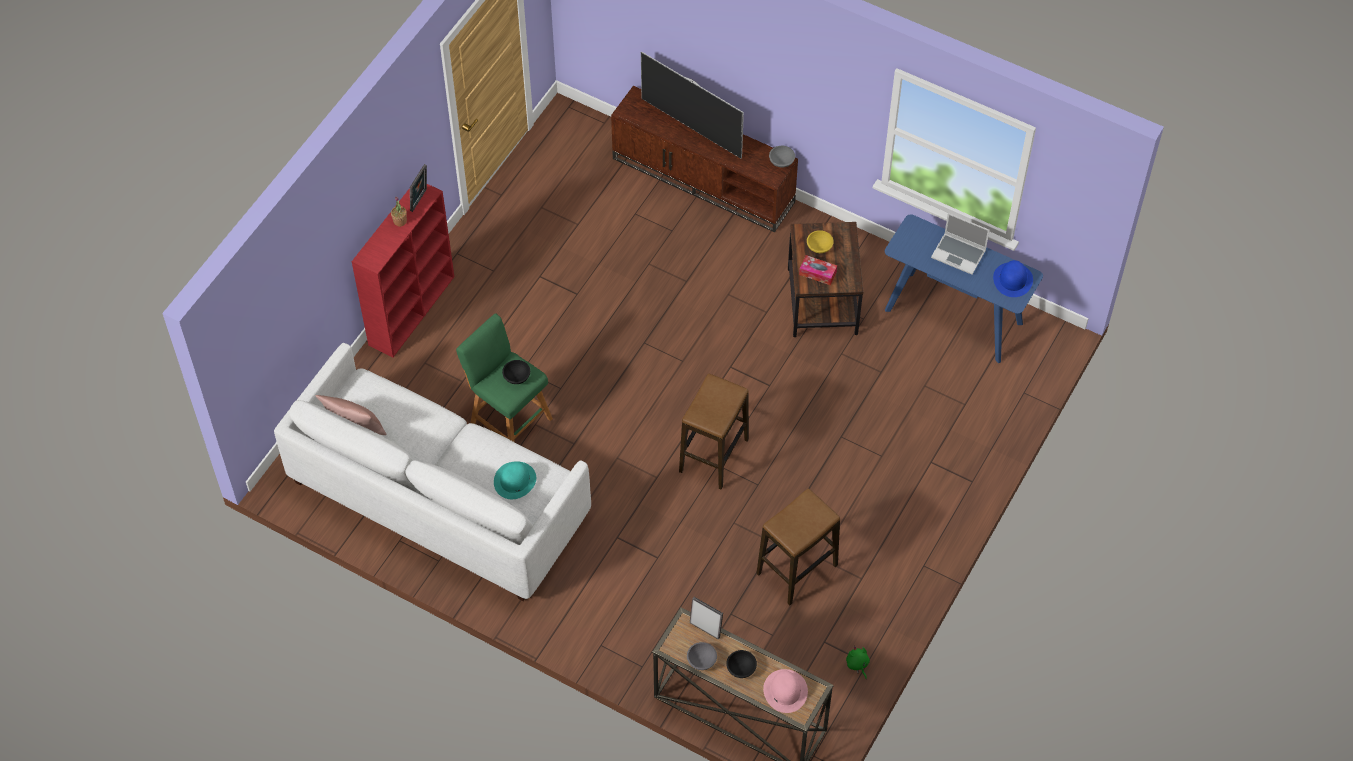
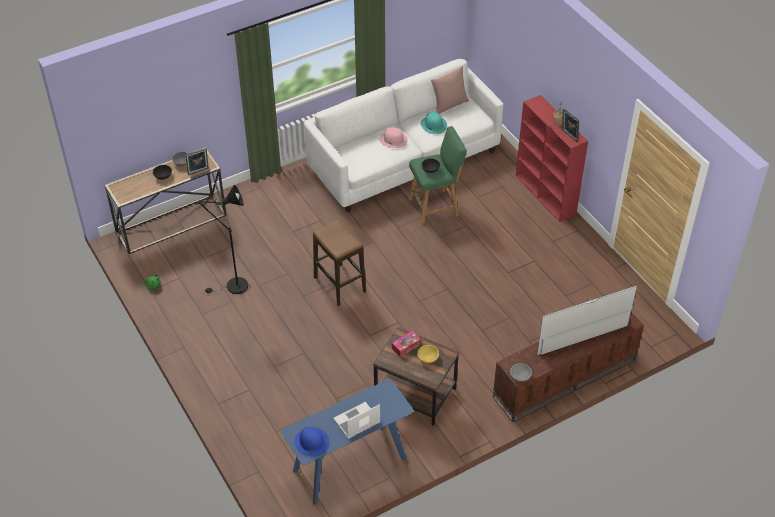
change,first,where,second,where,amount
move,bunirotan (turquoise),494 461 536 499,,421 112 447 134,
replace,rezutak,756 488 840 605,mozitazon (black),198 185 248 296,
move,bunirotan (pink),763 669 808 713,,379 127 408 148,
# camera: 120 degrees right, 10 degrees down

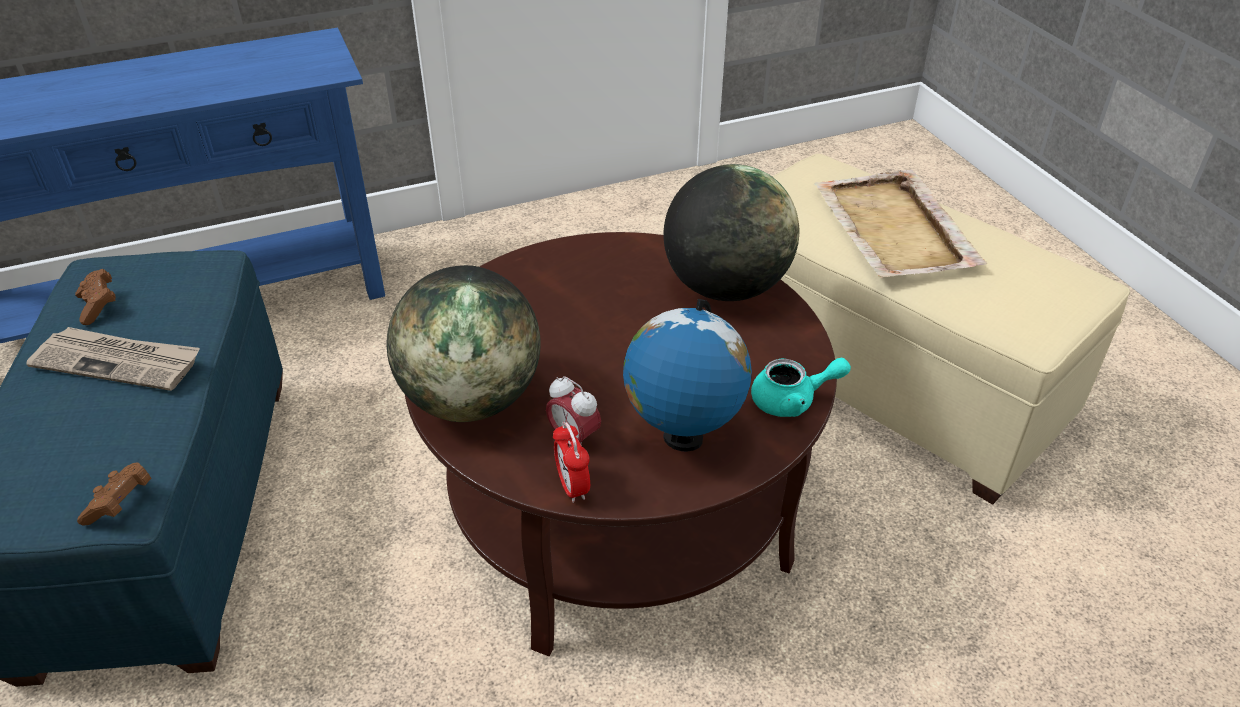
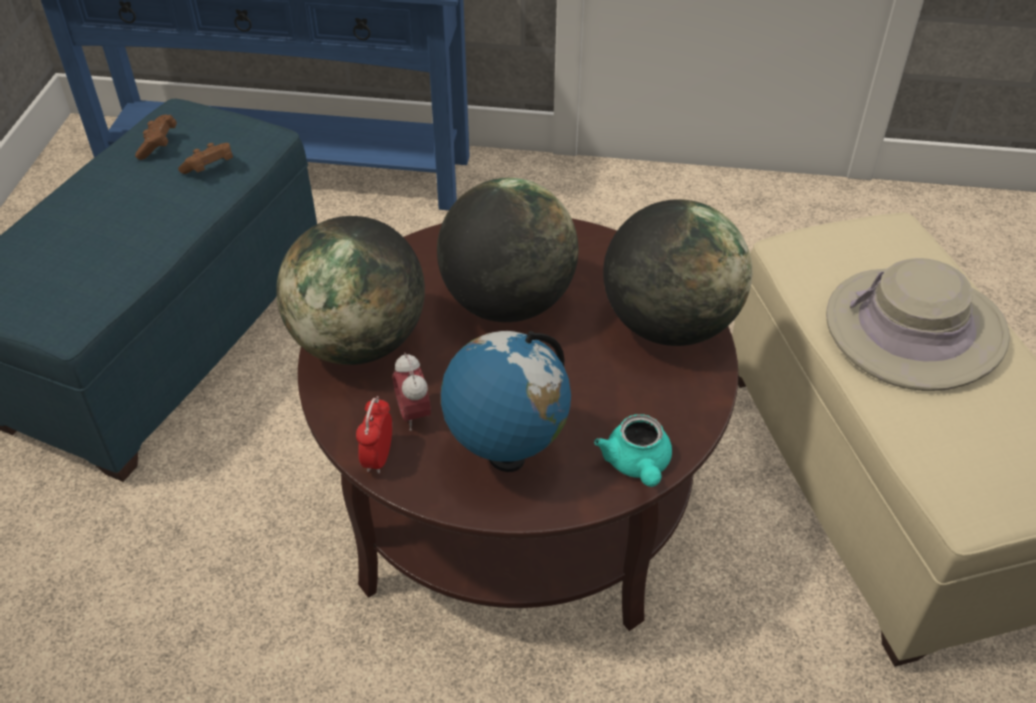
change,first,where,second,where,amount
delete,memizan,26 327 200 391,,,
move,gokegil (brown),77 462 151 526,,178 143 233 174,
rotate,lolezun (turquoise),751 358 851 417,,594 414 672 487,60 degrees clockwise
replace,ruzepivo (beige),814 169 987 278,bunirotan (beige),826 258 1010 391,
insert,,,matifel,437 178 578 322,
# camera: 30 degrees right, 5 degrees up

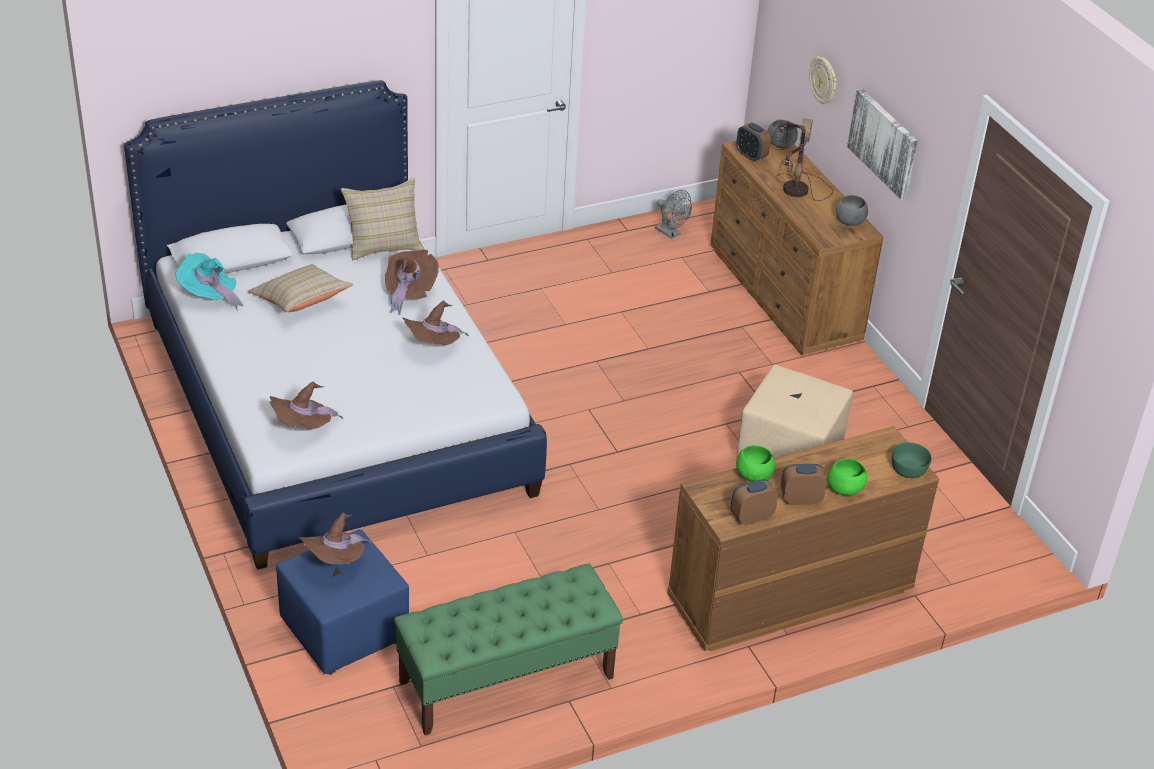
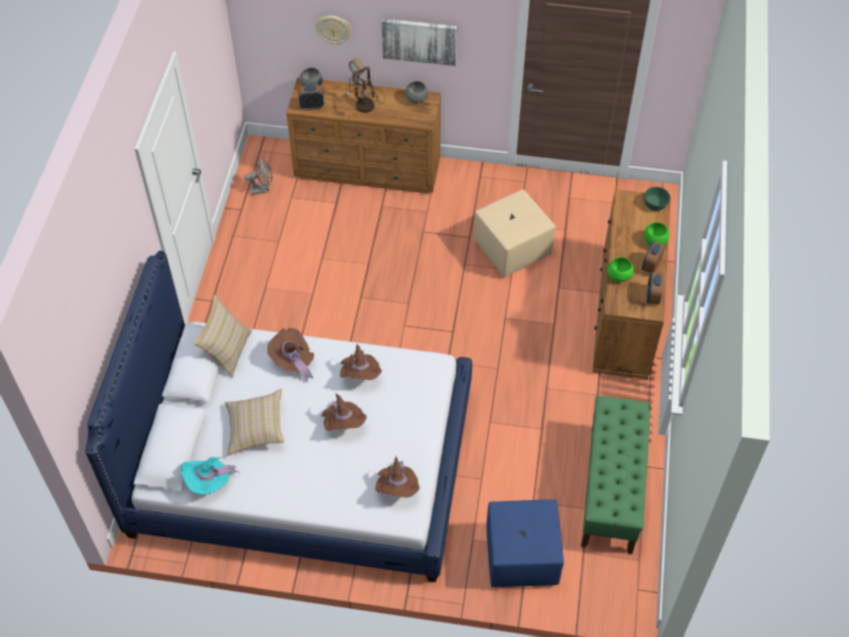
change,first,where,second,where,amount
move,bunirotan (brown),299 513 371 564,,321 394 367 431,
# camera: 55 degrees left, 15 degrees up

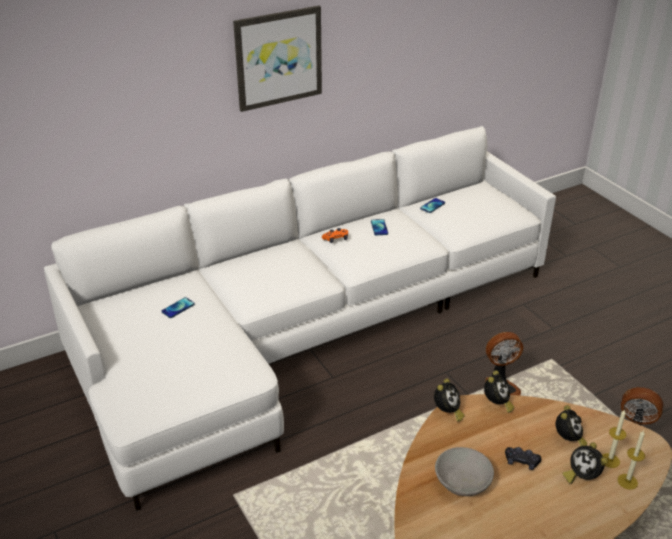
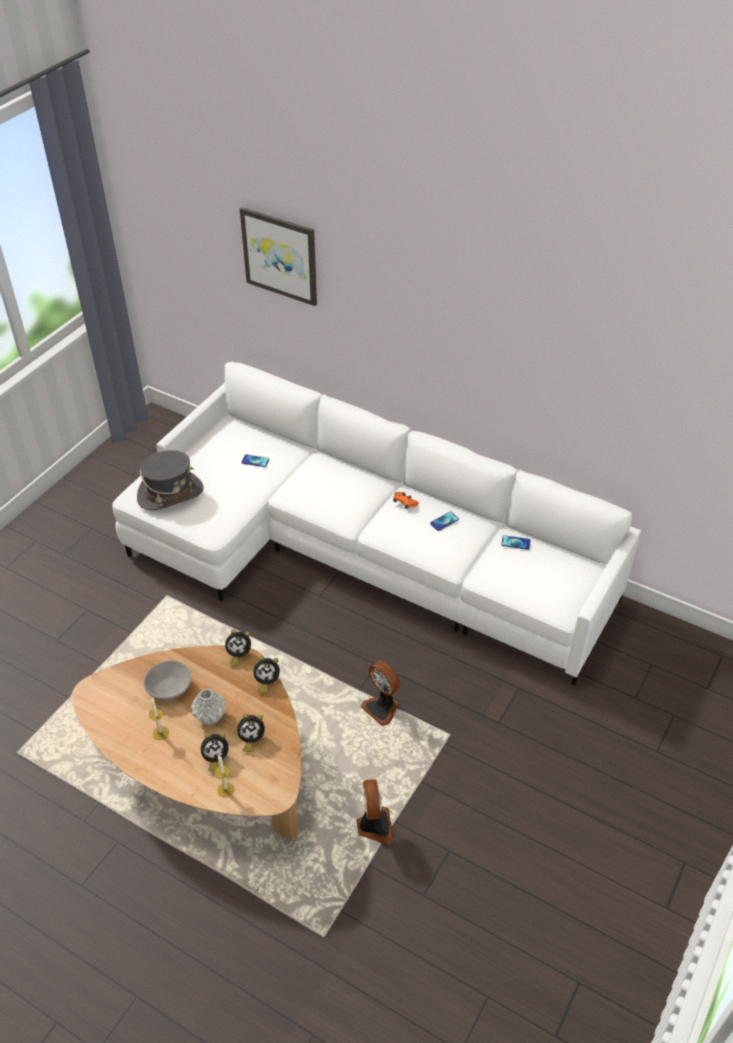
change,first,where,second,where,amount
move,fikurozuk,233 6 322 112,,240 207 317 306,
replace,gokegil (black),505 447 541 470,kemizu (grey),191 689 226 725,
rotate,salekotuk,562 442 608 484,,201 733 229 772,135 degrees counterclockwise
move,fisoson,602 409 626 468,,149 699 169 740,
insert,,,bunirotan (grey),137 450 204 510,
# camera: 60 degrees right, 10 degrees up

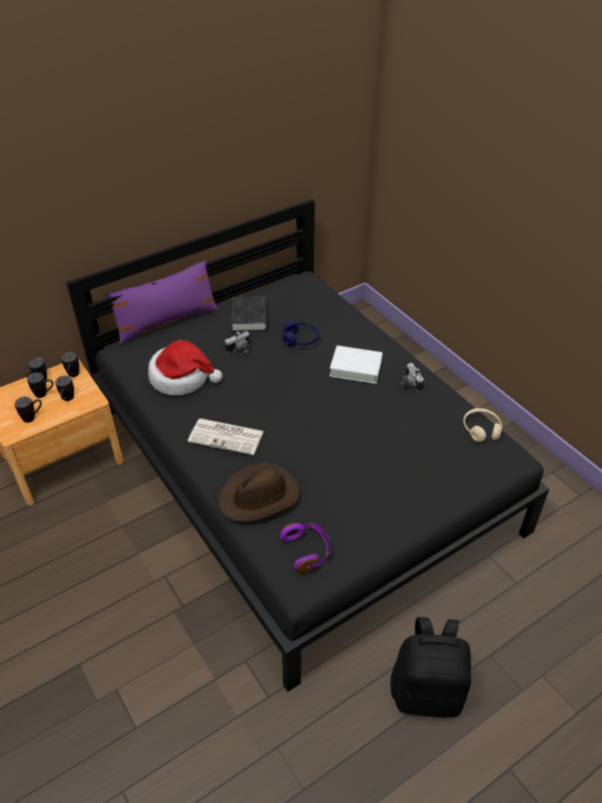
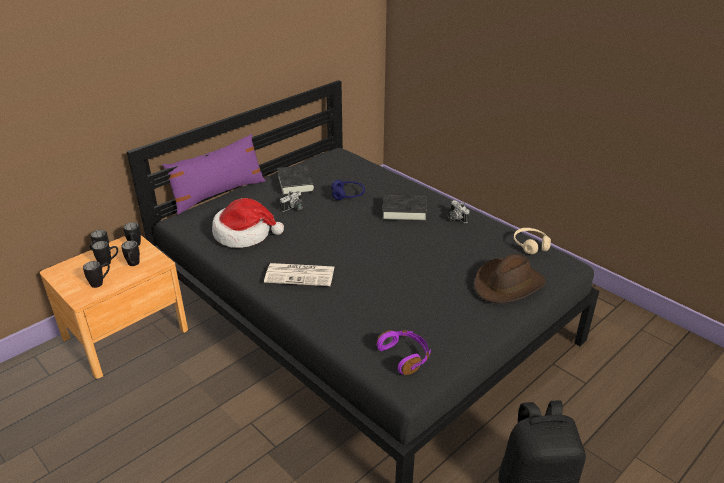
change,first,where,second,where,amount
move,bunirotan (brown),218 462 300 522,,474 254 546 303,
recolor,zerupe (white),329 346 383 384,zerupe (black),382 194 427 221,
# camera: 10 degrees left, 10 degrees down

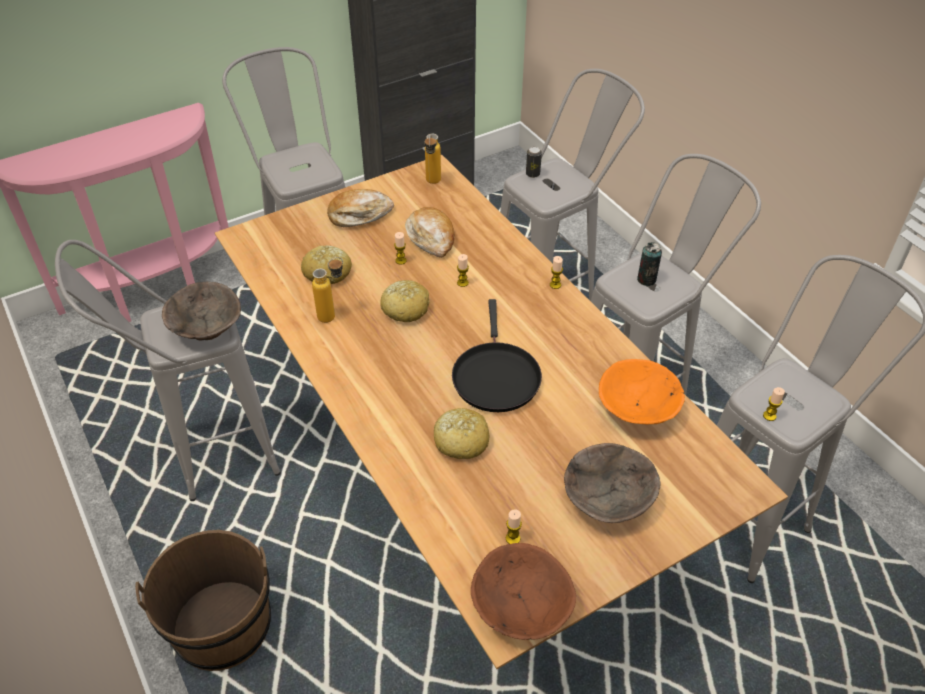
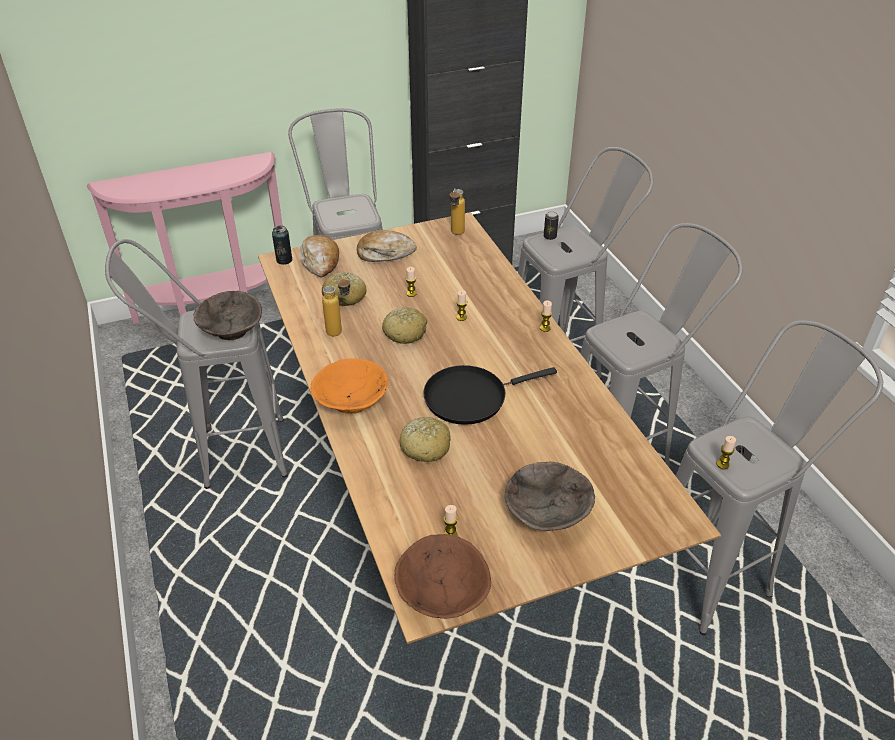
change,first,where,second,where,amount
delete,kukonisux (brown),135 530 271 671,,,
move,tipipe,405 207 455 258,,299 235 339 278,
rotate,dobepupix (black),452 299 542 412,,423 365 557 425,60 degrees clockwise
move,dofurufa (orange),599 359 685 424,,311 358 388 414,
move,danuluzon,637 242 662 286,,272 226 292 265,
# camera: 10 degrees right, 5 degrees down

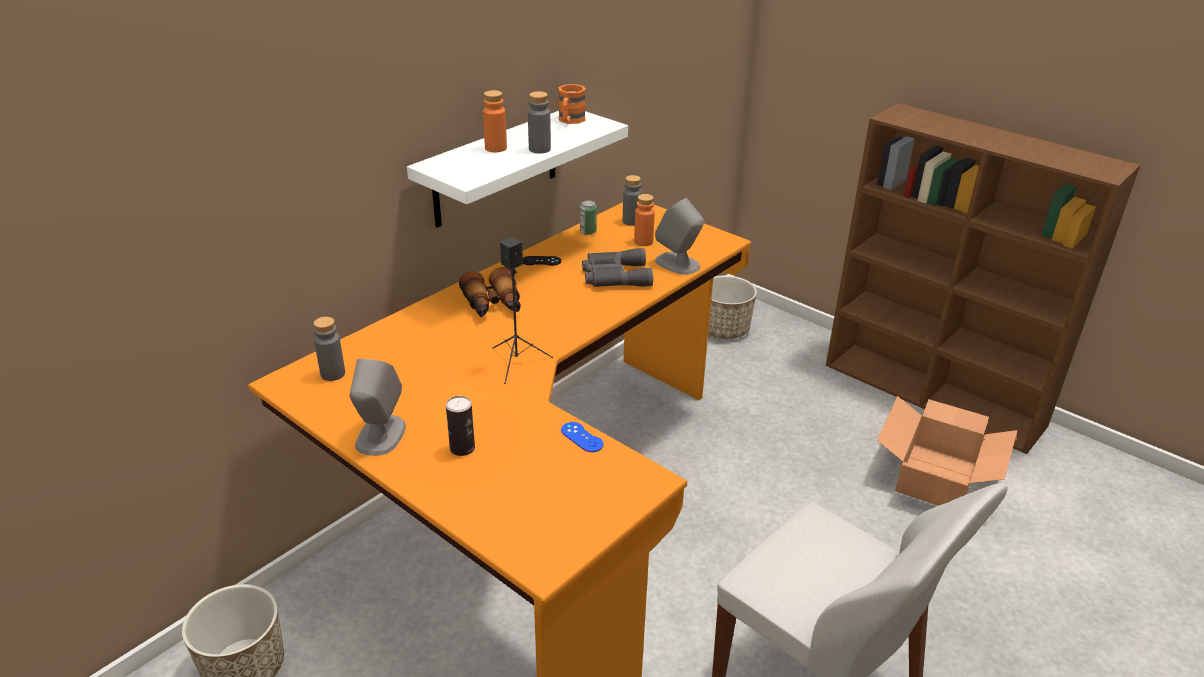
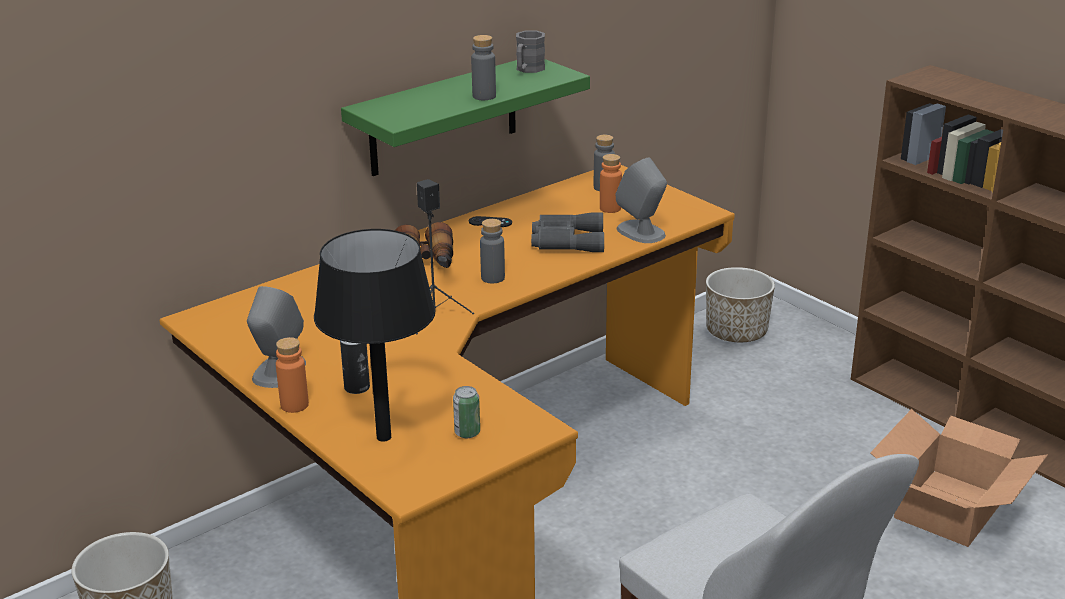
change,first,where,second,where,amount
move,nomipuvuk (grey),314 317 345 381,,480 219 505 283,
recolor,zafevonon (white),407 111 628 228,zafevonon (green),341 59 590 176,
move,nomipuvuk (orange),483 90 507 152,,276 337 309 413,
recolor,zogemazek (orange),558 84 586 124,zogemazek (grey),516 30 545 73,
delete,gokegil (blue),561 422 603 452,,,
move,danuluzon,580 200 597 235,,453 386 480 438,
insert,,,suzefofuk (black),314 229 436 442,
# camera: 10 degrees right, 5 degrees down

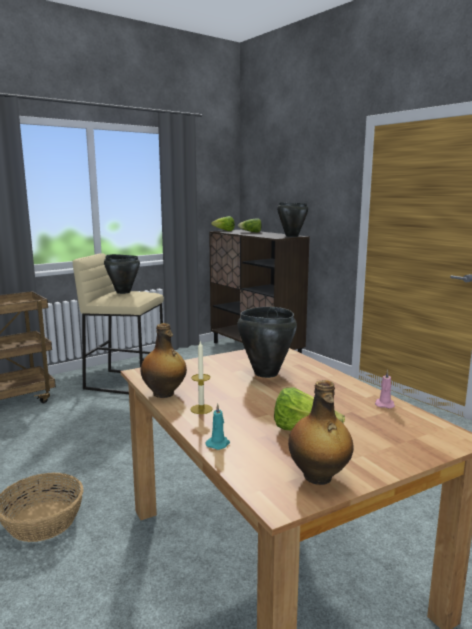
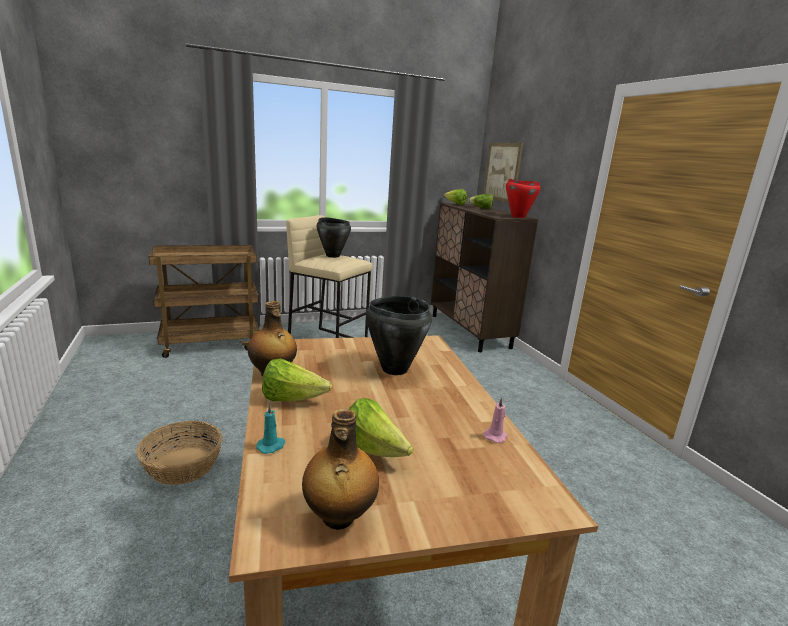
change,first,where,second,where,amount
replace,fisoson,190 341 213 414,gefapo,262 358 332 401,
recolor,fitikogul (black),277 202 308 237,fitikogul (red),506 179 540 218,
insert,,,fikurozuk,483 143 523 203,
# camera: 15 degrees right, 5 degrees up

